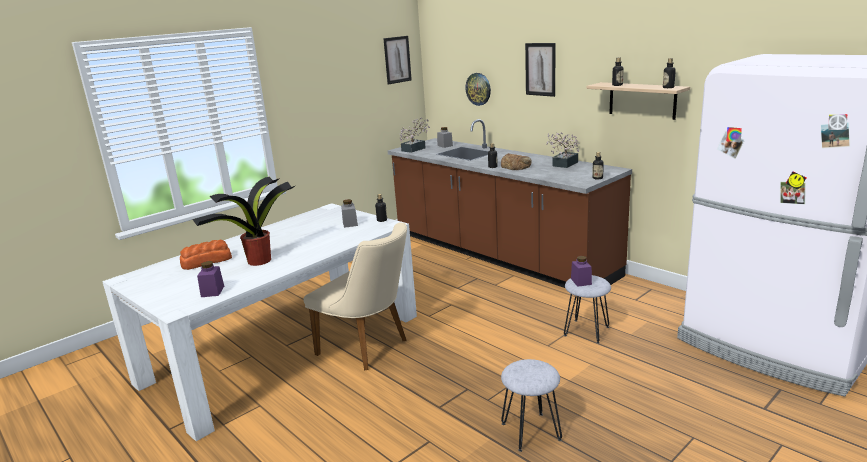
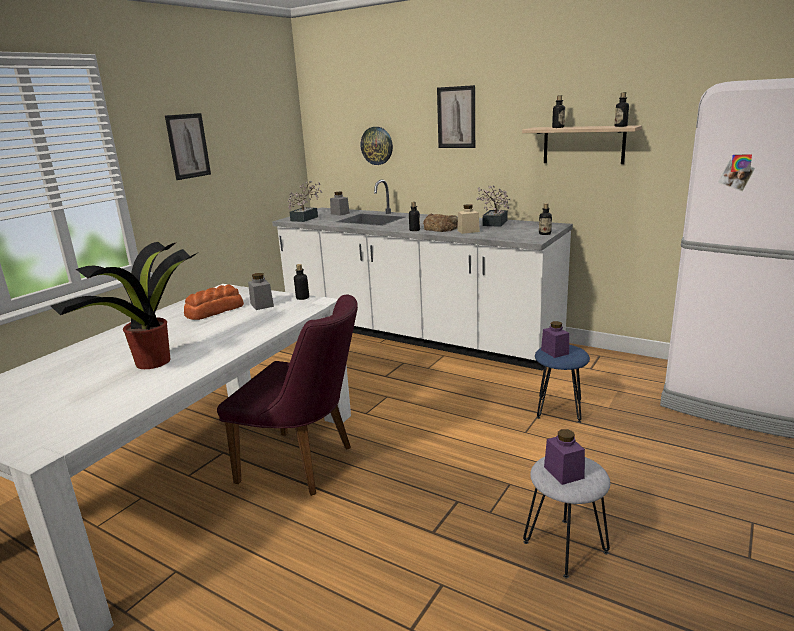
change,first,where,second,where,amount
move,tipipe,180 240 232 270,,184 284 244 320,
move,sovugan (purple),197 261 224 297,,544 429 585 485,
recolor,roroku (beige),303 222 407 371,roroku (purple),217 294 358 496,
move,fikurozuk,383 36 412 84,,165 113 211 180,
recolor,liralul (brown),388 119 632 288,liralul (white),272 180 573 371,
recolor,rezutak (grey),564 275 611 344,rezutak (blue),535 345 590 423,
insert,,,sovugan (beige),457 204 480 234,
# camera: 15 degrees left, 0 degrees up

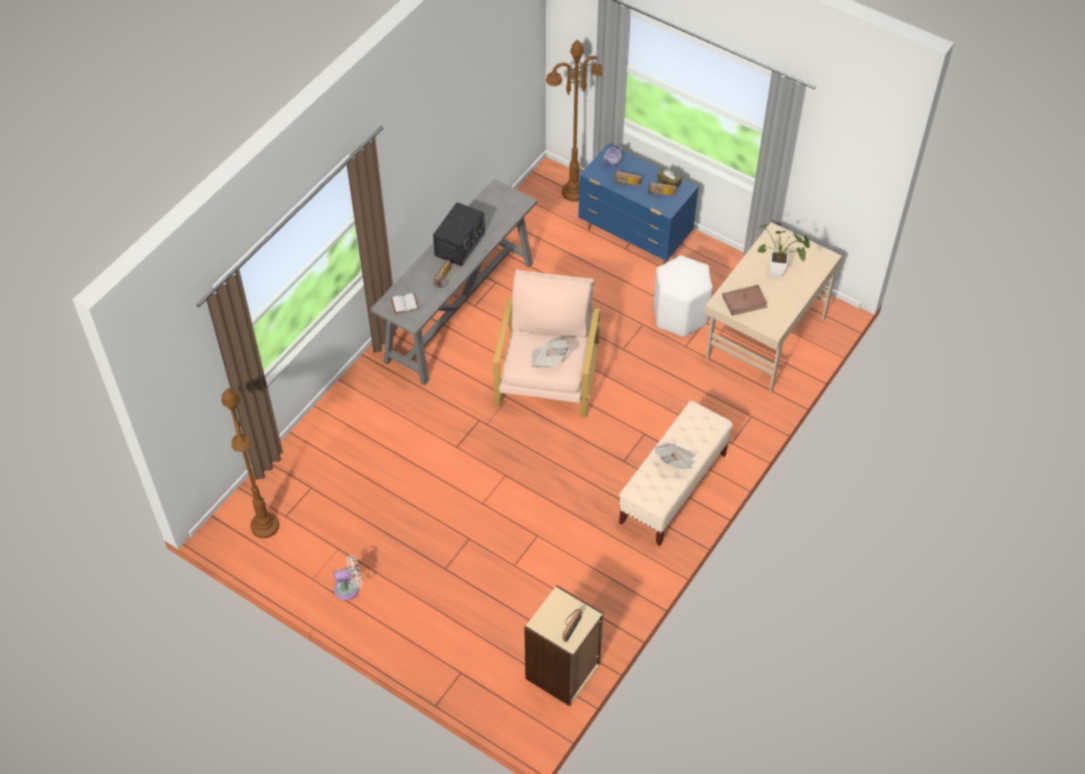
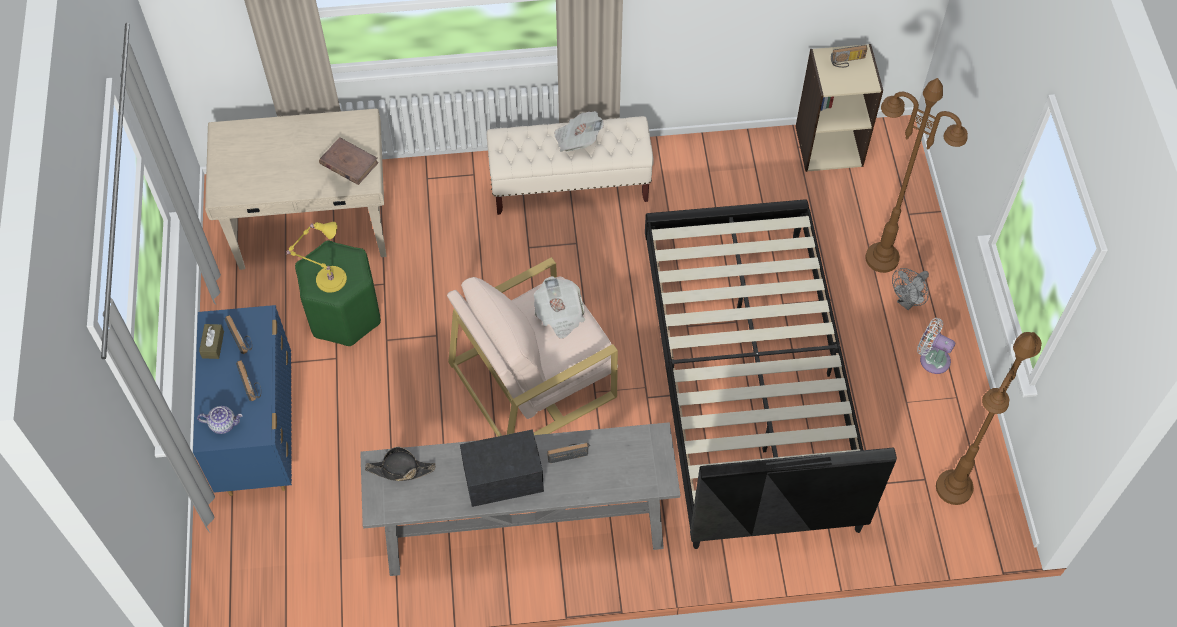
change,first,where,second,where,amount
delete,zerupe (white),391 293 419 314,,,
move,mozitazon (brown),546 39 603 201,,865 78 968 273,
recolor,rezutak (white),654 255 712 337,rezutak (green),295 241 381 346,
delete,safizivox,757 224 810 278,,,
insert,,,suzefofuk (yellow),286 222 347 293,
insert,,,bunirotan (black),365 447 435 481,
insert,,,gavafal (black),645 199 897 549,
insert,,,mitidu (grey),892 268 929 310,
# camera: 130 degrees left, 5 degrees up

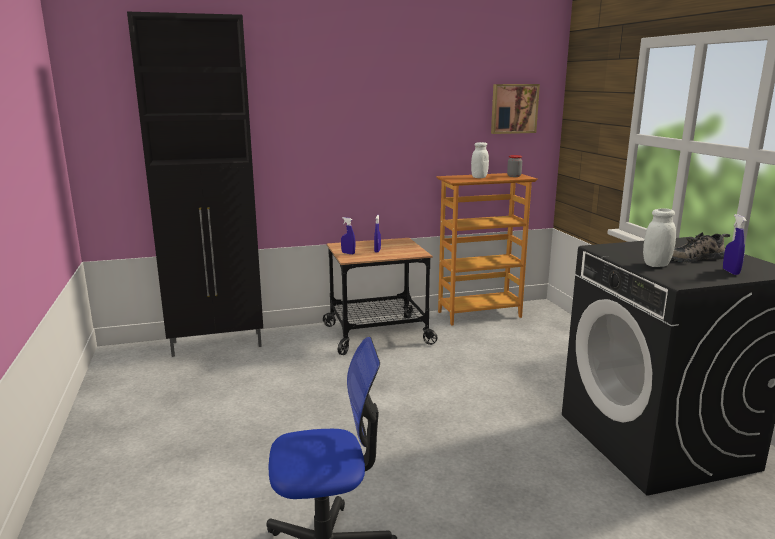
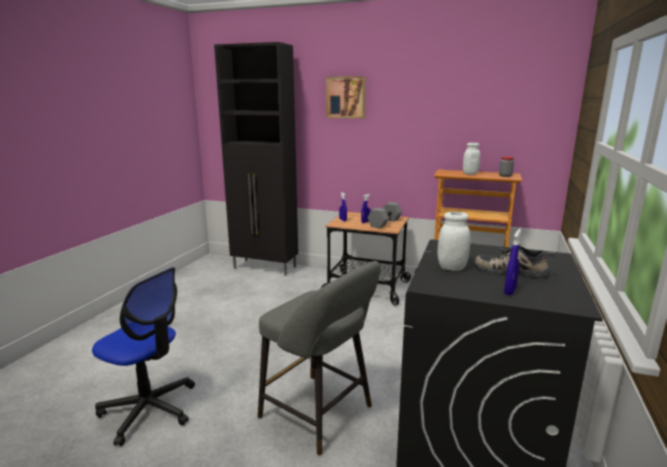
change,first,where,second,where,amount
move,fikurozuk,491 84 540 134,,326 76 366 118,
insert,,,rezutak (grey),258 261 381 455,
insert,,,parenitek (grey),367 202 402 229,
# camera: 35 degrees right, 0 degrees up

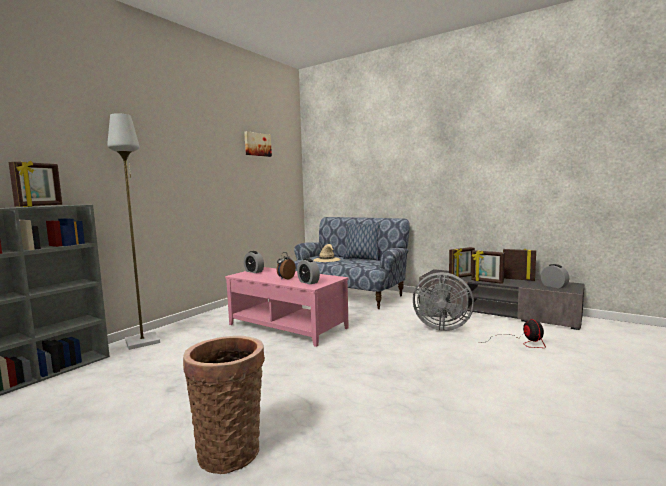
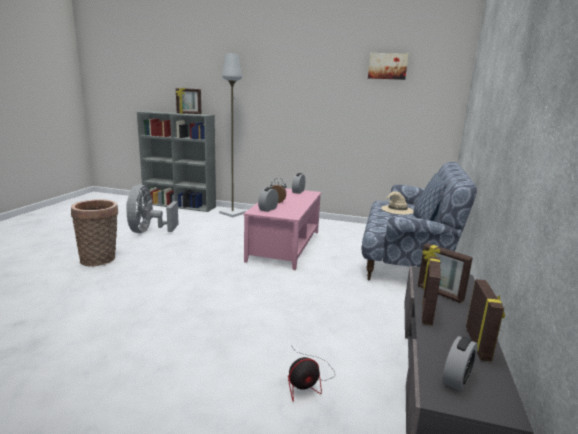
change,first,where,second,where,amount
move,mitidu (grey),413 272 474 331,,126 184 179 233,
# camera: 70 degrees right, 10 degrees up

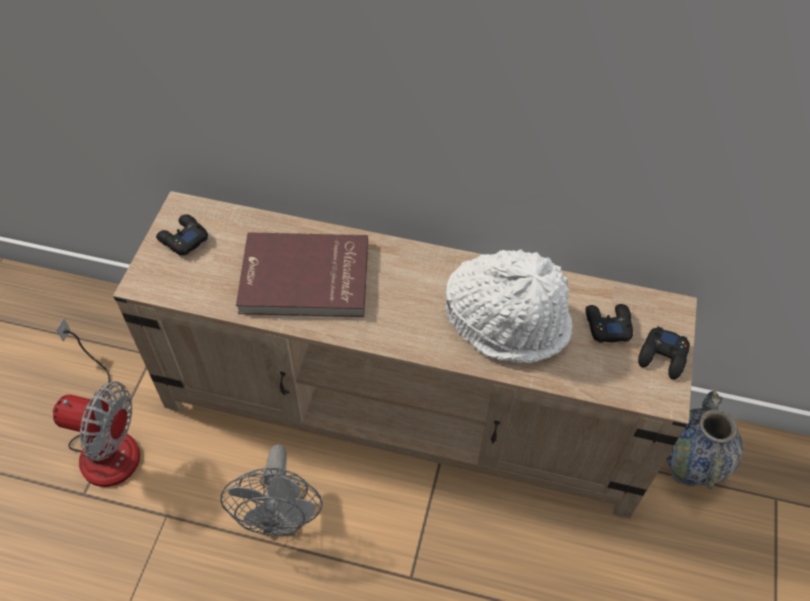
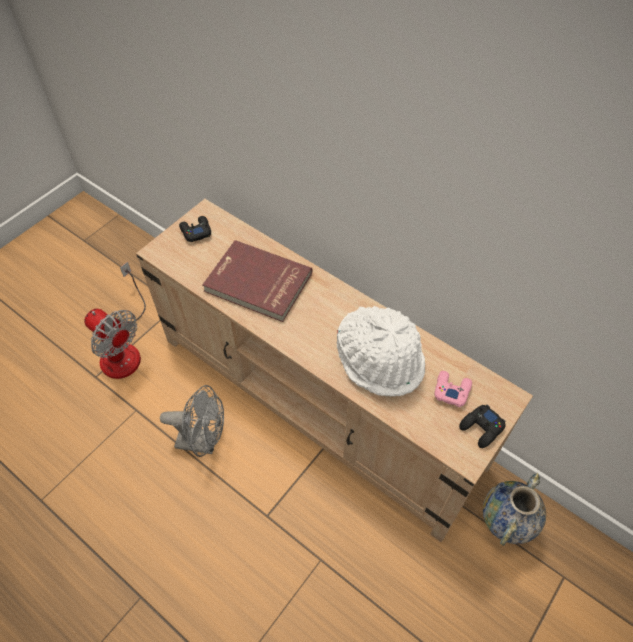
change,first,where,second,where,amount
rotate,mitidu (grey),220 445 323 536,,160 385 224 457,105 degrees counterclockwise
recolor,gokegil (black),585 304 633 343,gokegil (pink),435 371 472 407,
# camera: 25 degrees right, 0 degrees up

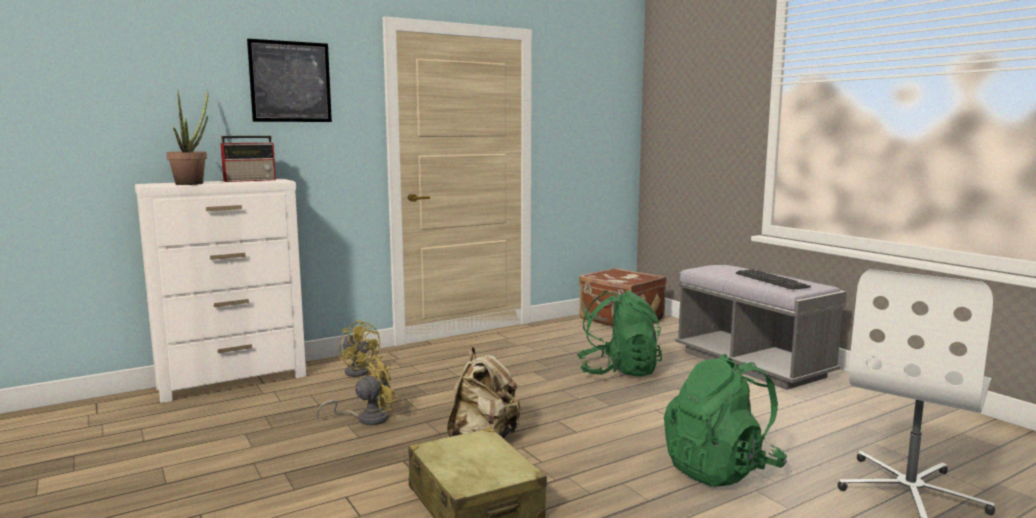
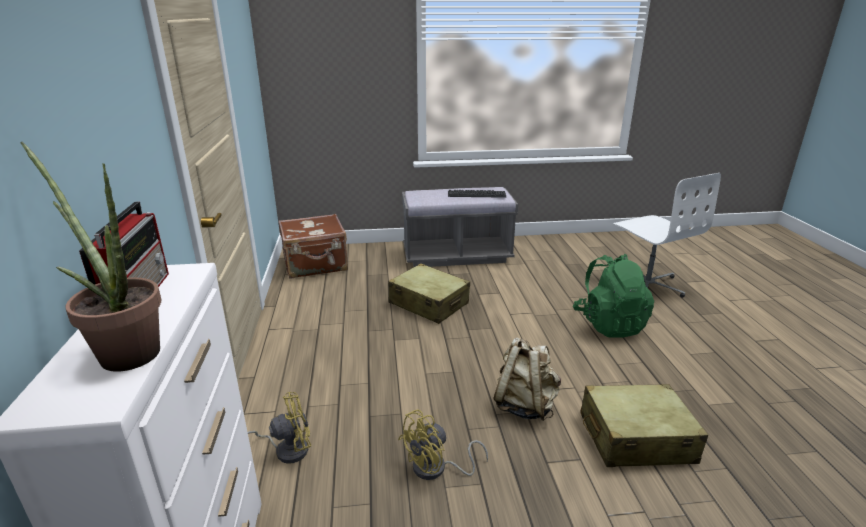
change,first,where,second,where,amount
delete,fikurozuk,247 39 332 122,,,
rotate,mitidu (yellow),316 356 398 425,,398 409 488 480,120 degrees counterclockwise
replace,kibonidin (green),577 290 662 376,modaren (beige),388 263 470 324,
# camera: 65 degrees left, 15 degrees up

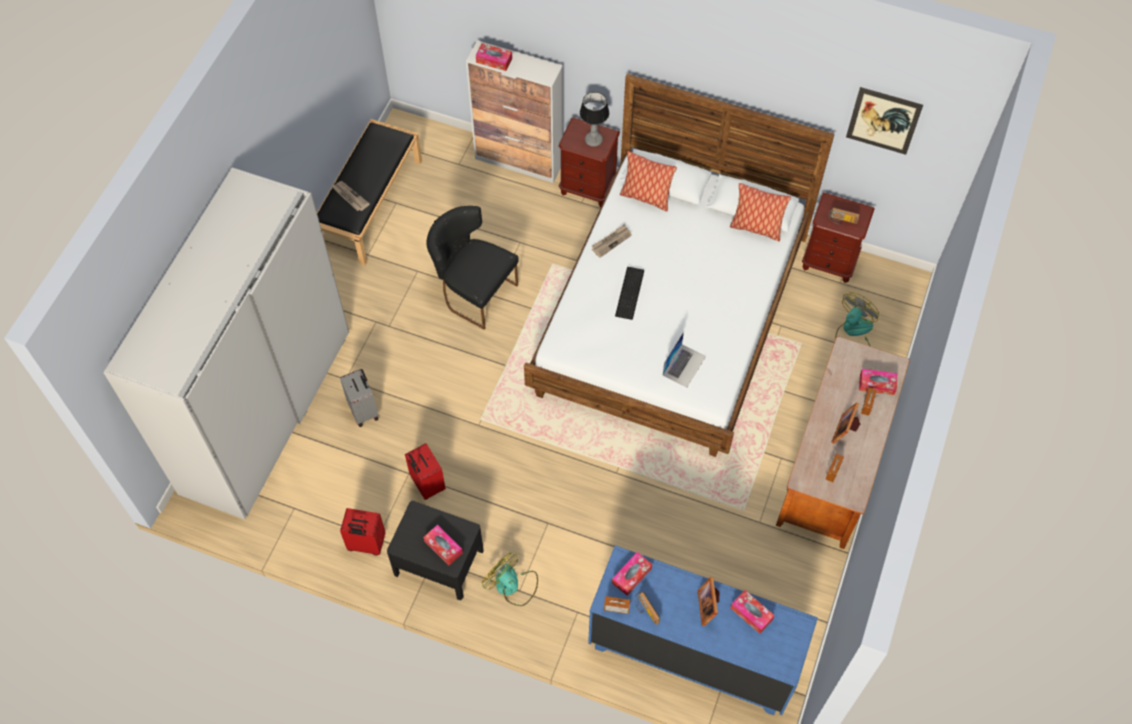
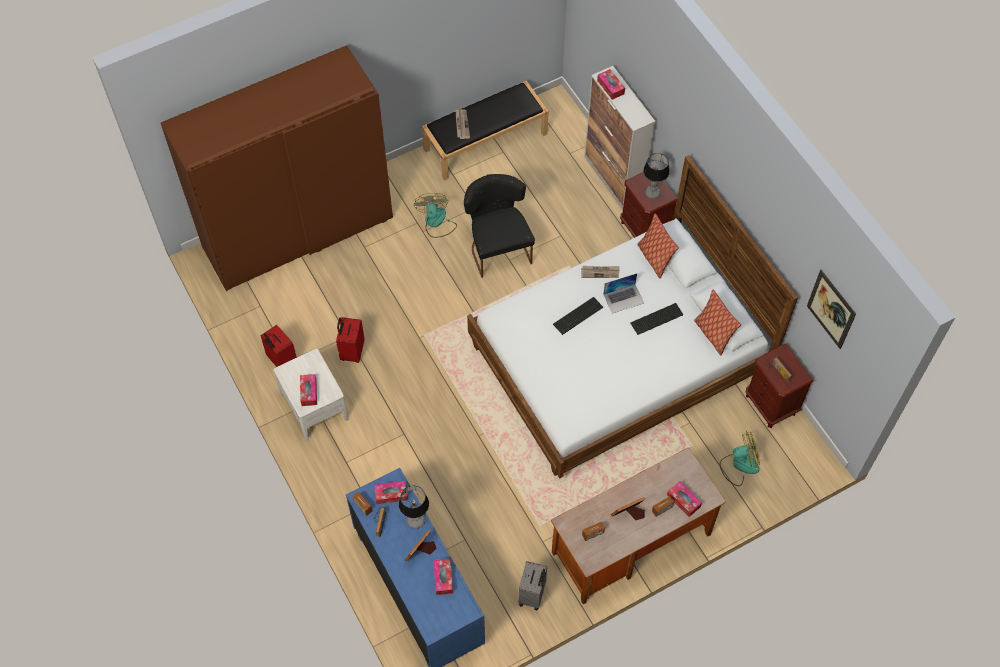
change,first,where,second,where,amount
recolor,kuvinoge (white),103 167 349 520,kuvinoge (brown),161 45 393 291,
move,modaren (grey),340 369 379 427,,518 561 547 610,
recolor,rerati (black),387 501 484 600,rerati (white),274 349 349 440,
move,mitidu,482 553 538 606,,414 193 457 238,
move,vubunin,663 331 706 387,,603 273 644 314,
insert,,,suzefofuk,399 485 429 529,
insert,,,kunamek,631 303 683 335,
# camera: 40 degrees right, 0 degrees up

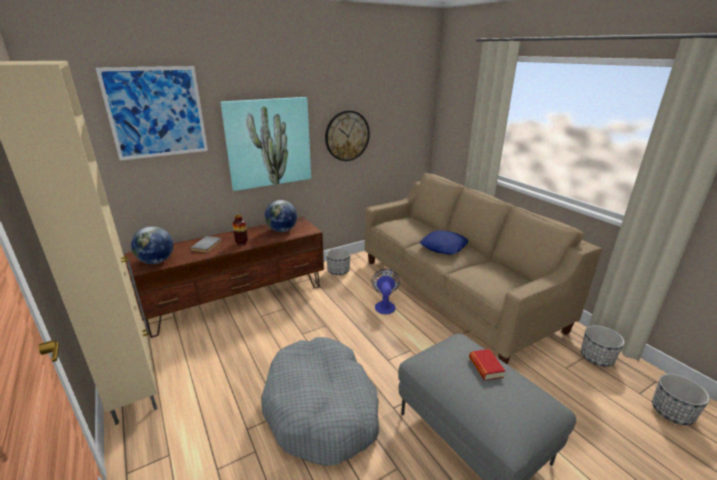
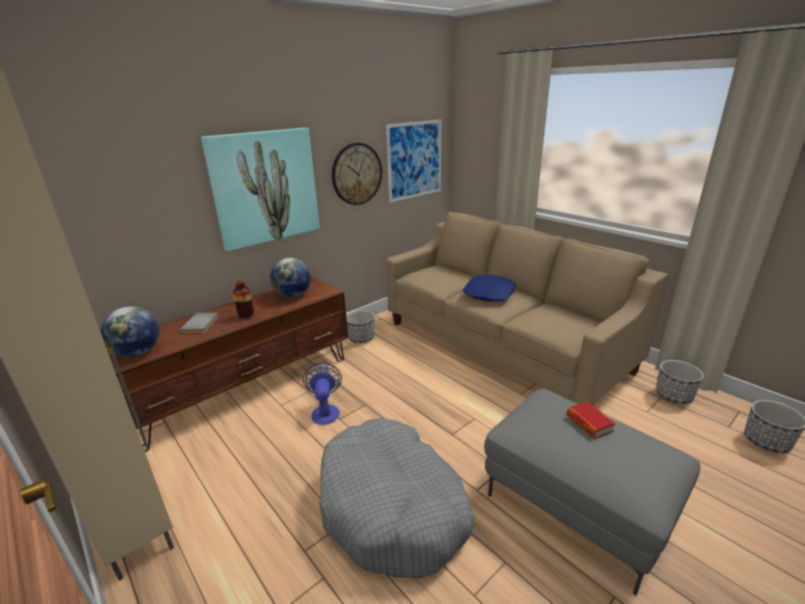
change,first,where,second,where,amount
move,fikurozuk,95 66 208 160,,386 120 441 203,
move,mitidu,371 269 400 314,,303 363 342 425,
# camera: 10 degrees left, 0 degrees up

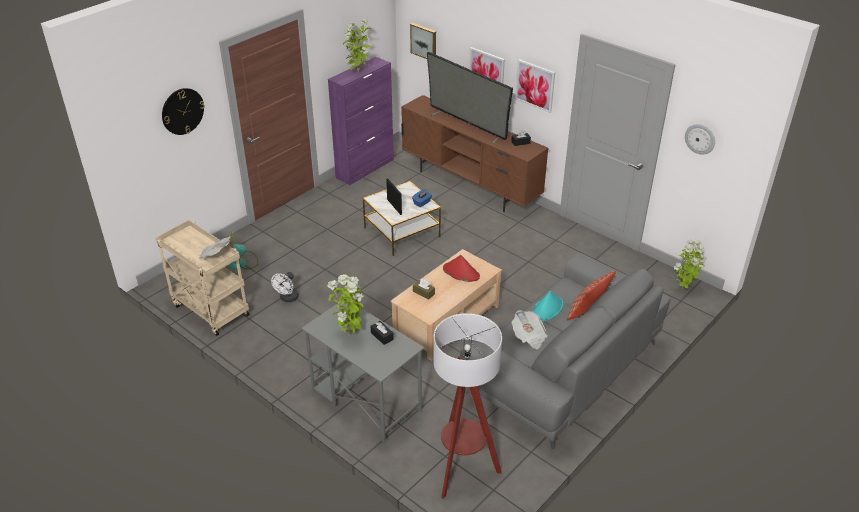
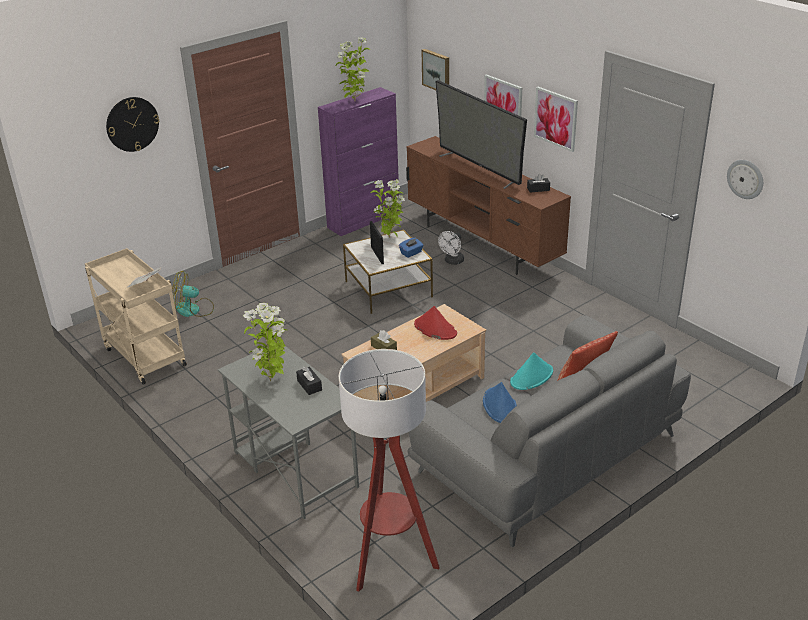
change,first,where,second,where,amount
move,mitidu (white),271 272 299 302,,438 231 464 265,
replace,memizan,512 310 548 349,bunirotan (blue),483 382 517 423,
move,safizivox,674 240 707 289,,371 179 405 238,
# camera: 10 degrees right, 5 degrees down

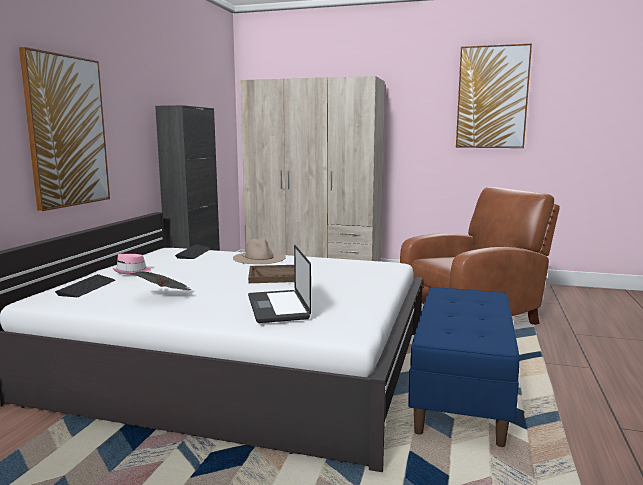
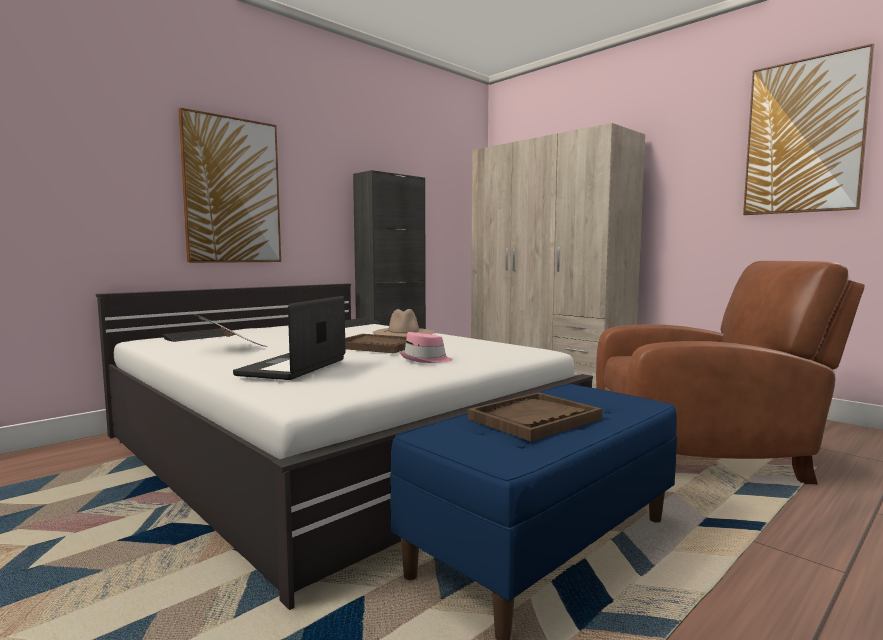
change,first,where,second,where,amount
move,bunirotan (pink),113 254 151 275,,399 332 452 363,
insert,,,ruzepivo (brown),468 392 602 442,
# camera: 30 degrees right, 5 degrees down

